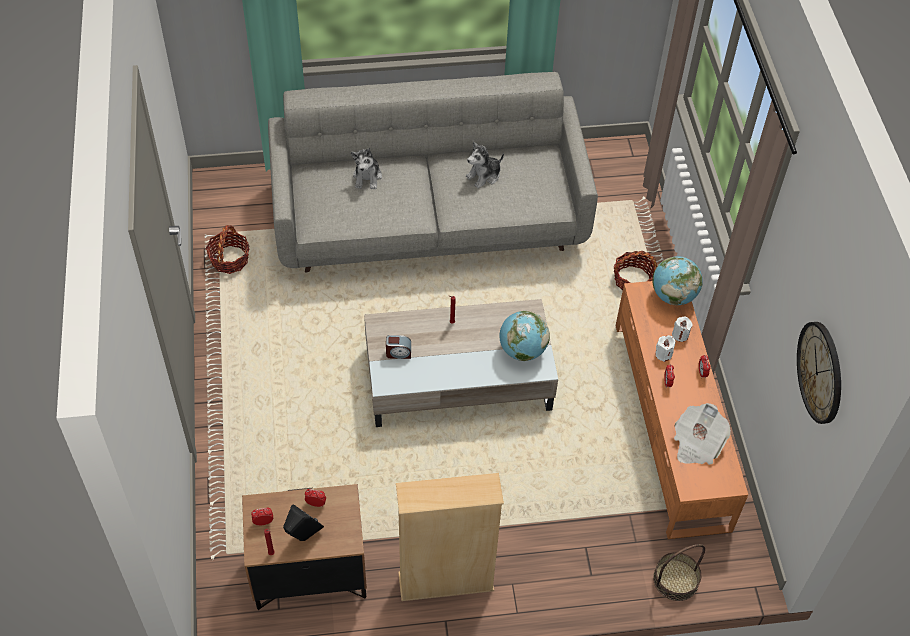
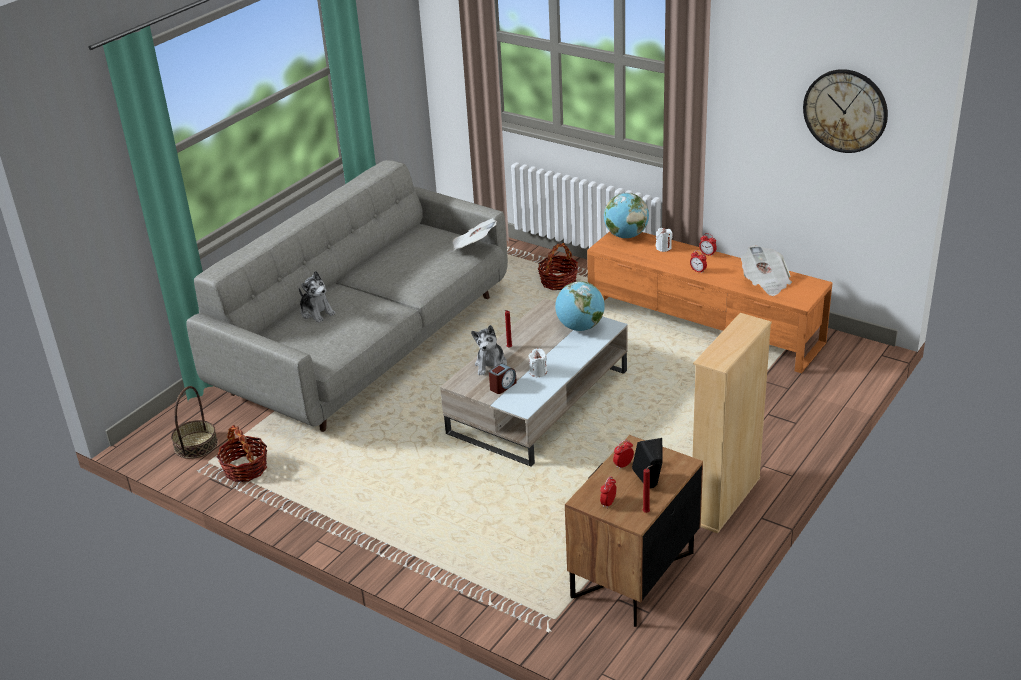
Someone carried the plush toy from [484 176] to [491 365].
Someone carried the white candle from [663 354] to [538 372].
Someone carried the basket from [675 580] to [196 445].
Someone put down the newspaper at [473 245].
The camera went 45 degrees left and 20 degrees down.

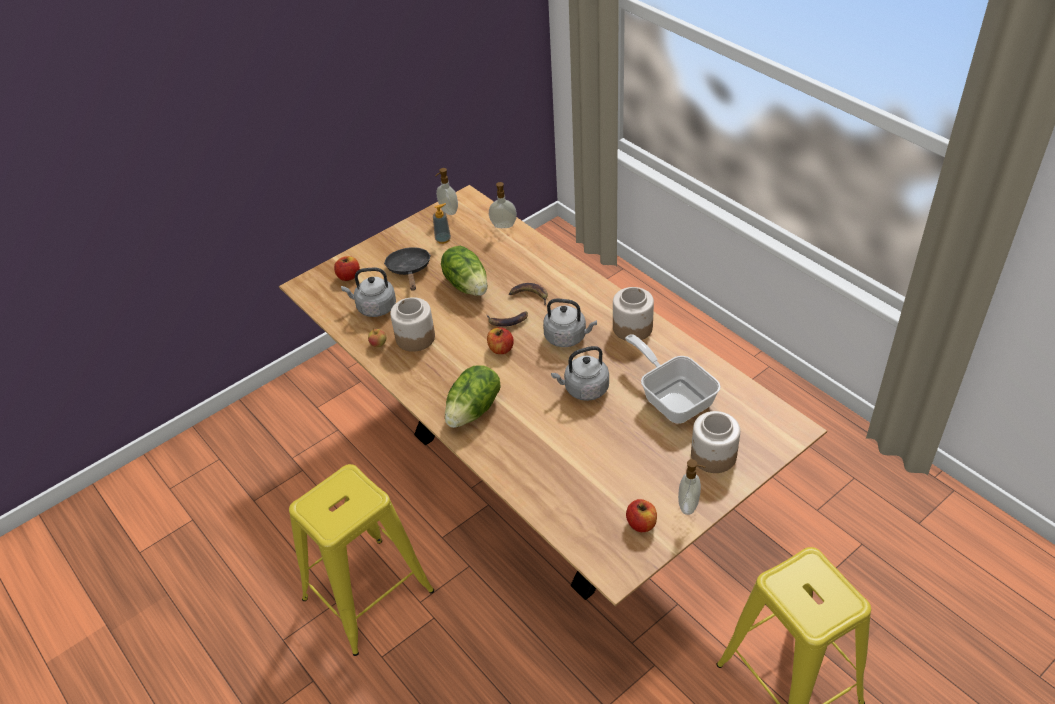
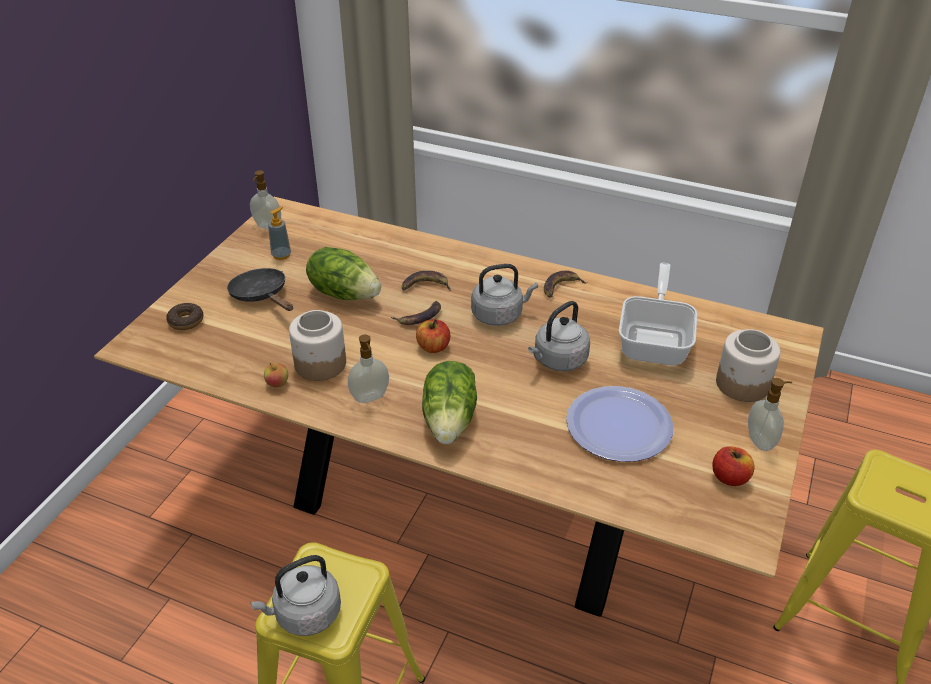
Someone carried the soap dispenser from [503 226] to [370 398].
Someone swapped the apple at [348 276] for the donut at [186 321].
Someone carried the grey kettle from [374 307] to [304 614].
Someone swapped the jar at [632 327] for the banana at [561 287].
Someone rotated the frying pan at [673 397] by 75 degrees clockwise.
Someone put down the plate at [619 425].
The camera went 30 degrees left and 5 degrees down.

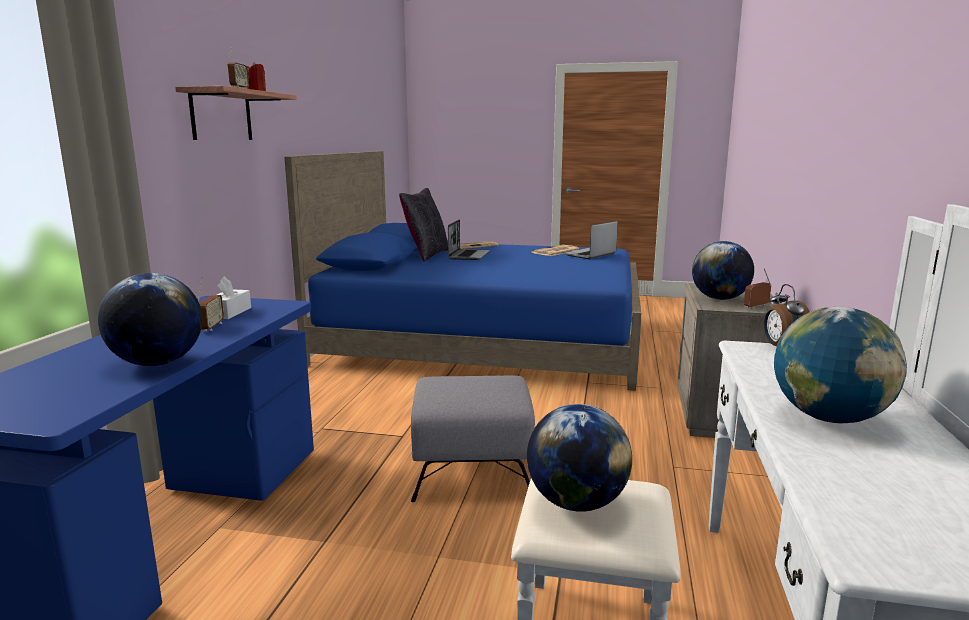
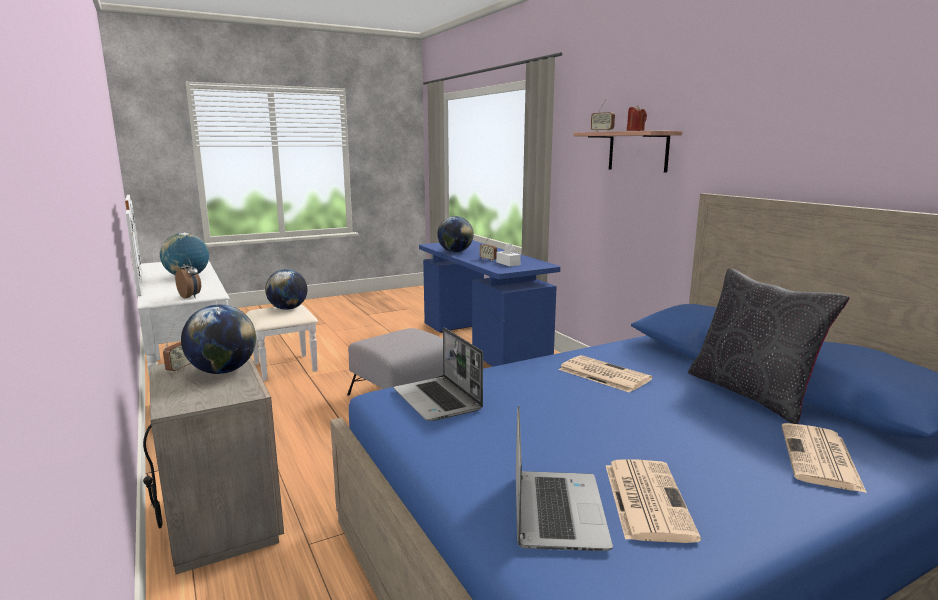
Someone carried the laptop from [468 255] to [438 400].
Someone put down the newspaper at [602 374].
The camera went 140 degrees right and 0 degrees up.

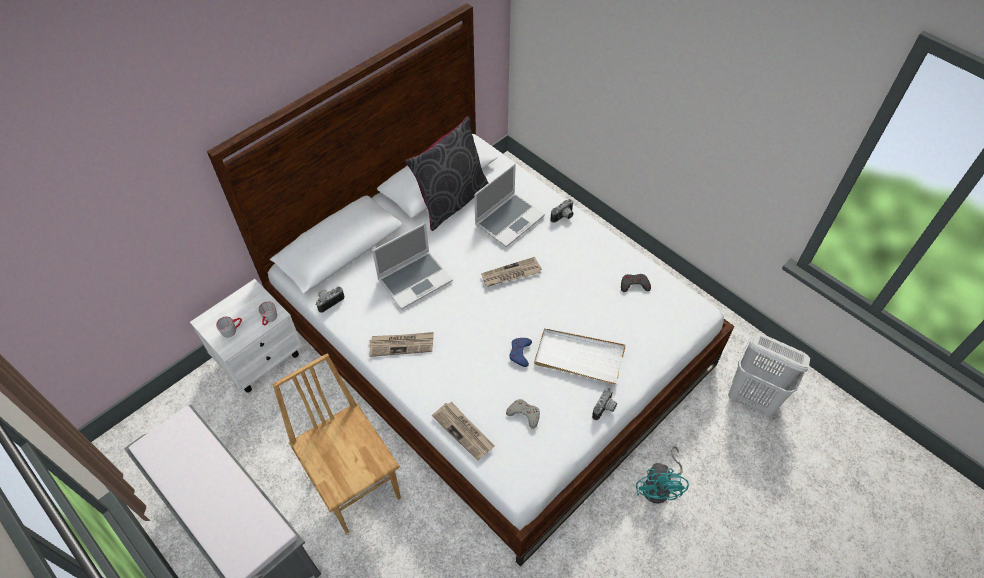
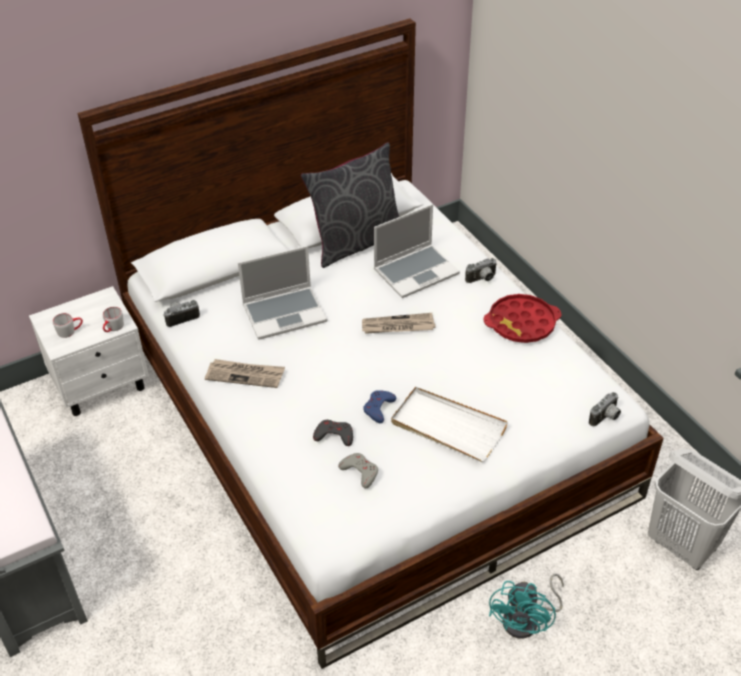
Someone carried the grey game controller from [634 285] to [334 435].
Someone took away the brown chair at [357 485].
Someone carried the photo camera from [605 409] to [606 418].
Someone took away the newspaper at [464 431].
Someone put down the red tray at [521 323].
The camera went 15 degrees right and 10 degrees down.

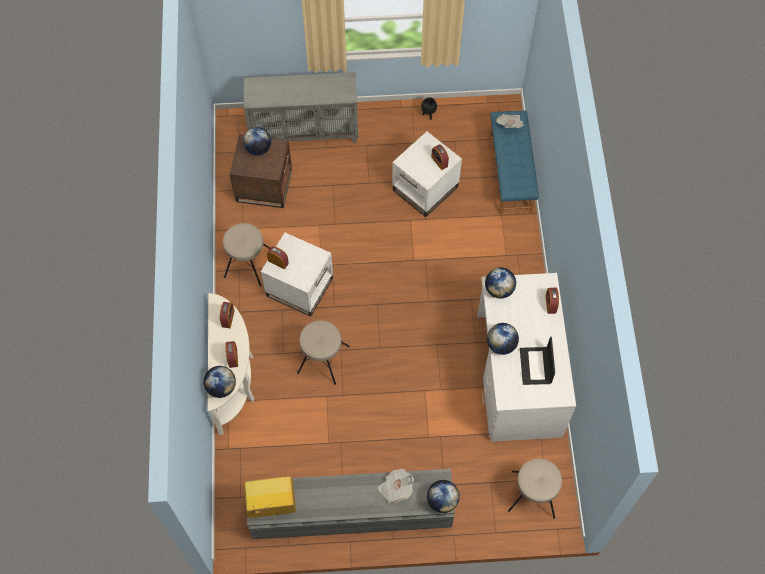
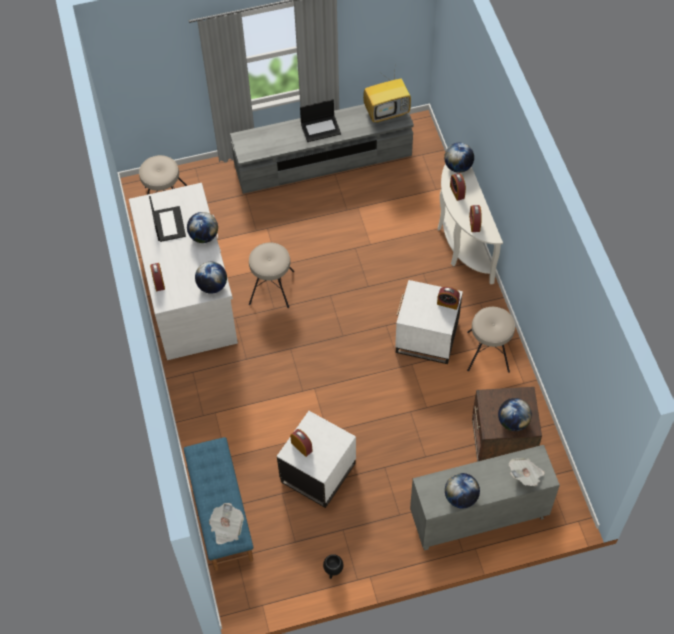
Someone carried the beige stool from [322 359] to [272 287].
Someone carried the newspaper from [395 488] to [525 475].
Someone carried the globe from [442 500] to [461 497].
Someone put down the laptop at [321 128].
The camera went 170 degrees right and 5 degrees down.

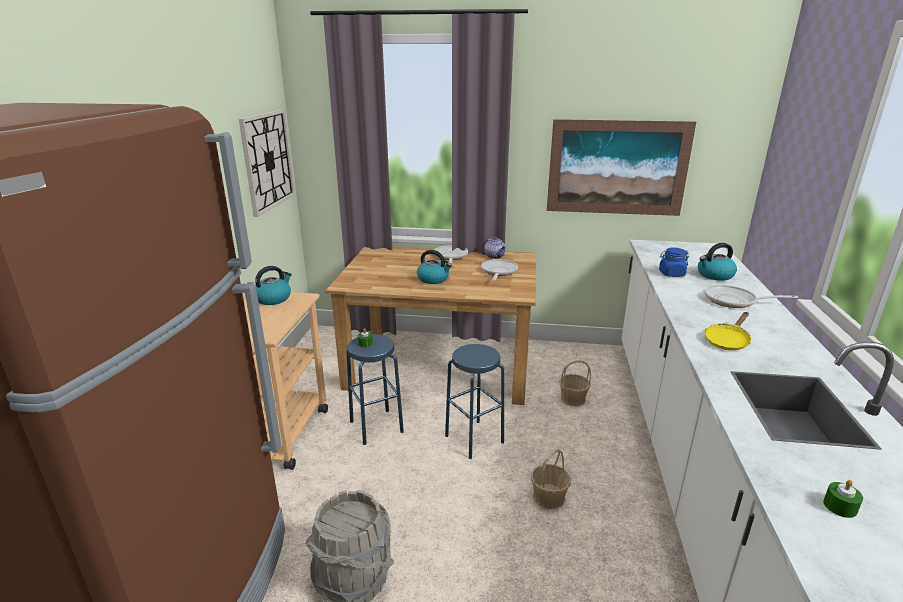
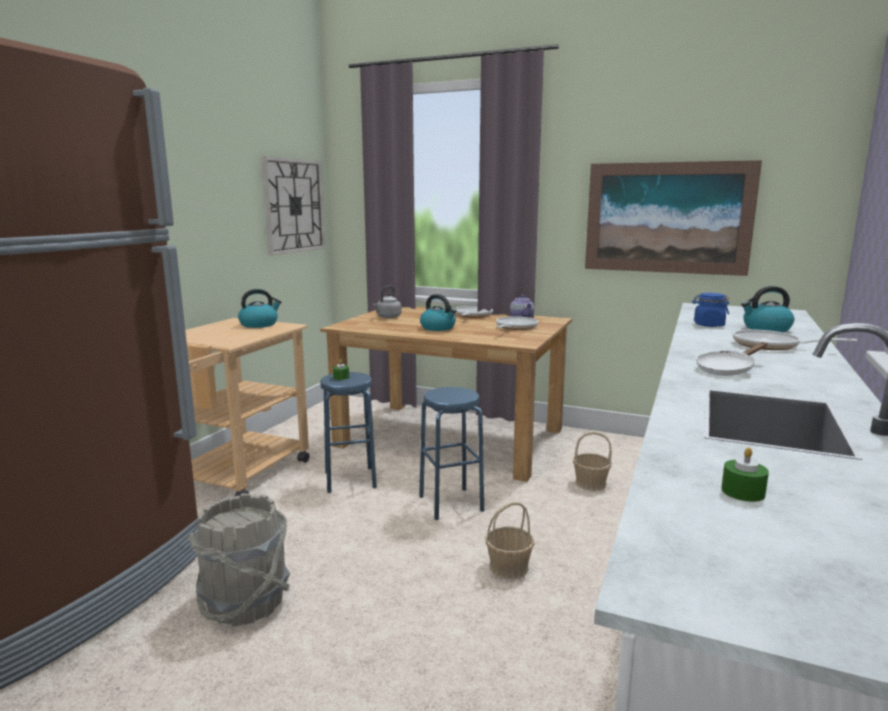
Someone repainted the yellow frying pan at [727 341], which became the white frying pan at [728 370].
Someone put down the grey kettle at [387 317].
The camera went 15 degrees right and 10 degrees down.

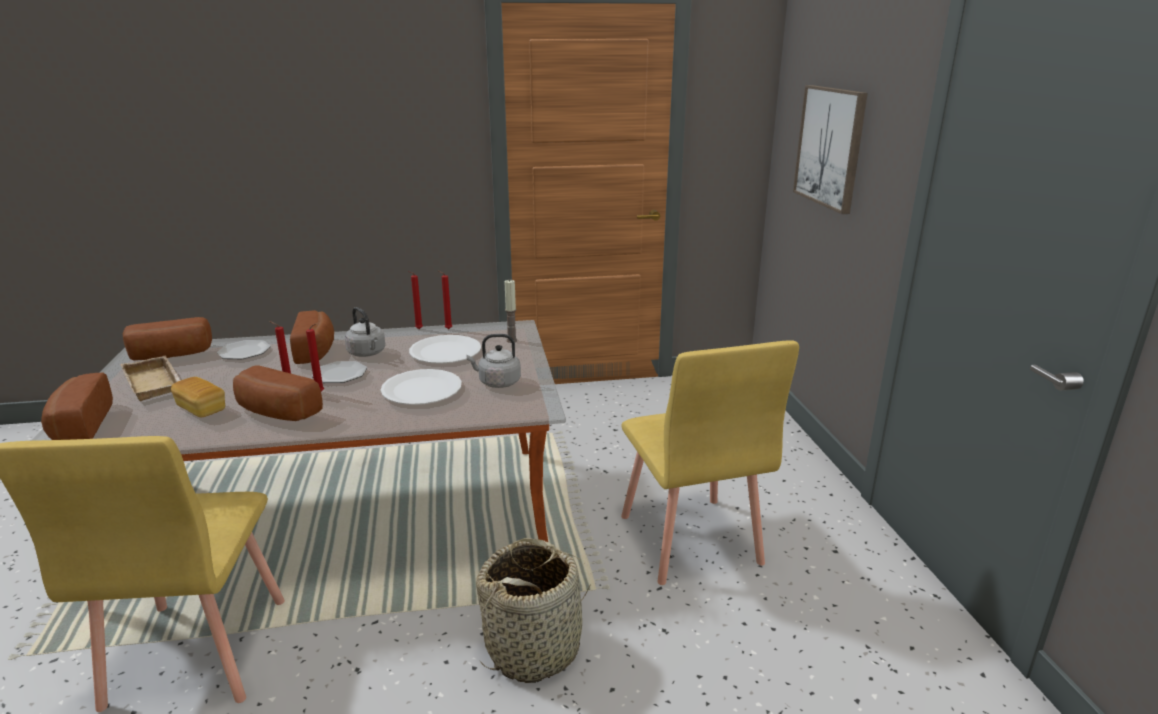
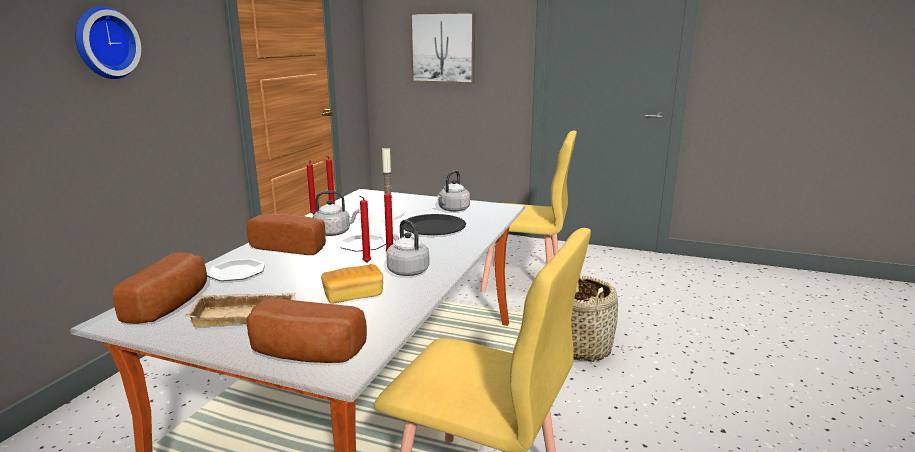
Someone swapped the bread at [275 412] for the grey kettle at [407 270].
Someone repainted the white plate at [422 389], which became the black plate at [434 227].
Someone put up the wall clock at [104 43].
The camera went 60 degrees left and 5 degrees down.

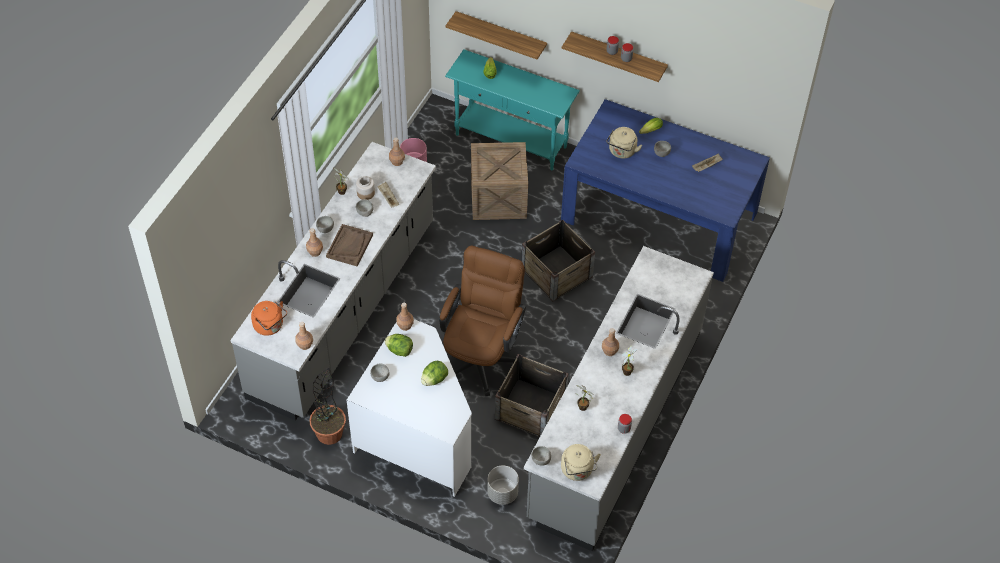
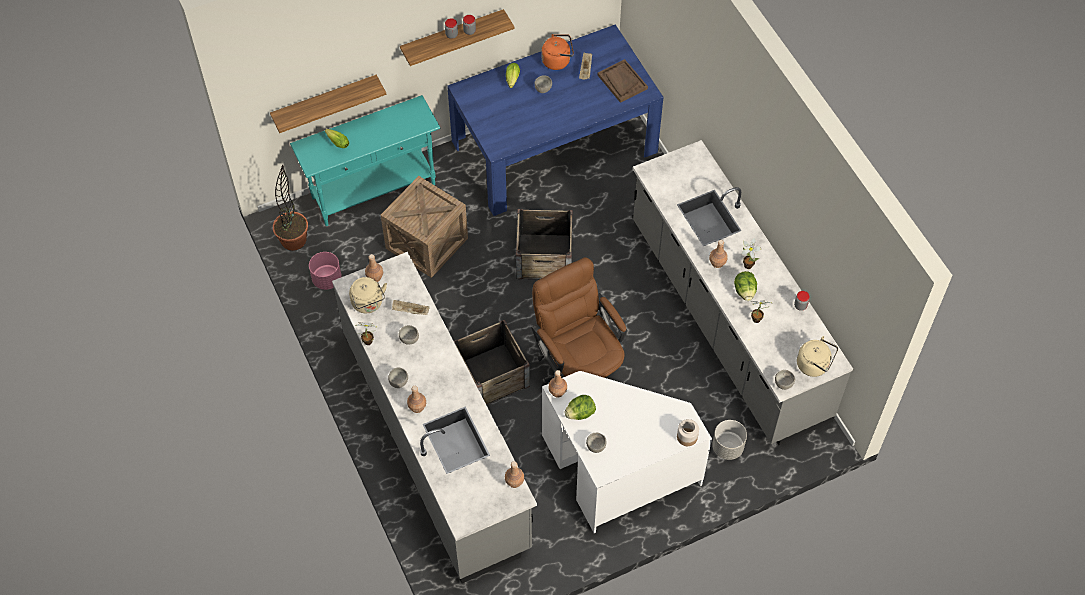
Someone carried the beige kettle from [622 152] to [368 304].
Someone carried the jar from [365 193] to [687 437].
Someone carried the brown tray from [349 246] to [622 82].
Someone carried the orange kettle from [270 326] to [558 61].
Someone carried the crate from [530 408] to [491 375].
Someone carried the lettuce from [434 379] to [744 291].
Someone carried the potted plant from [329 433] to [293 240].
The camera went 50 degrees left and 5 degrees up.

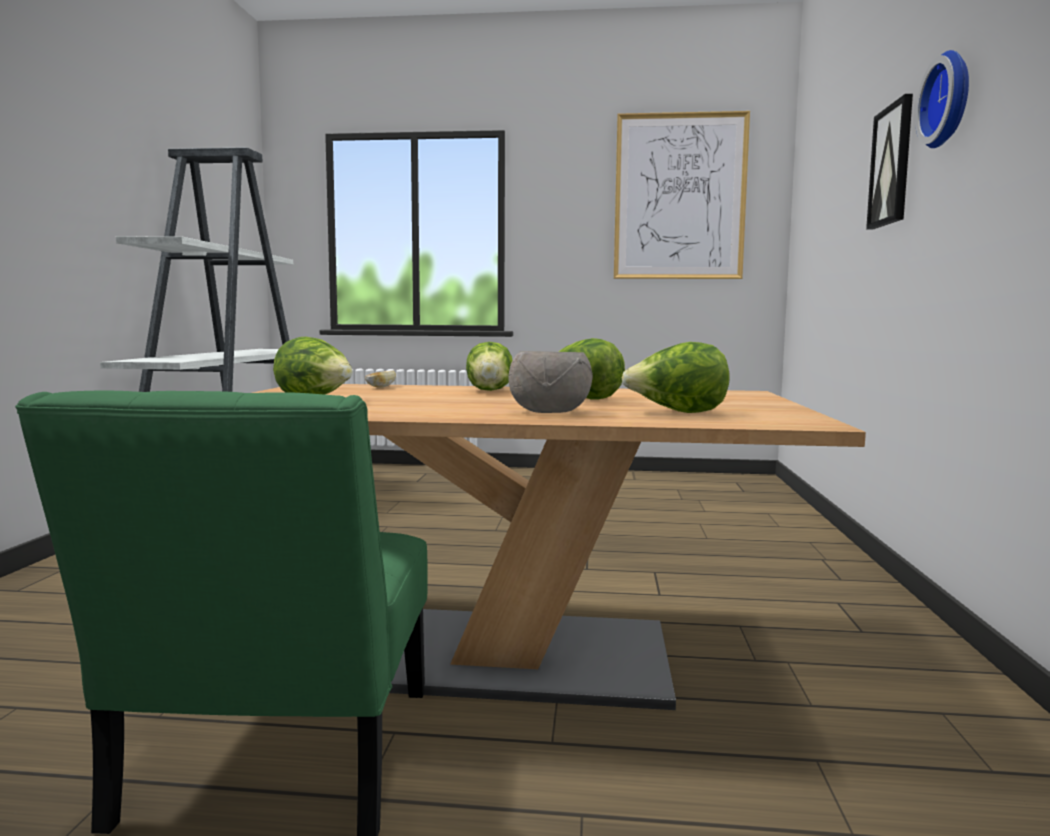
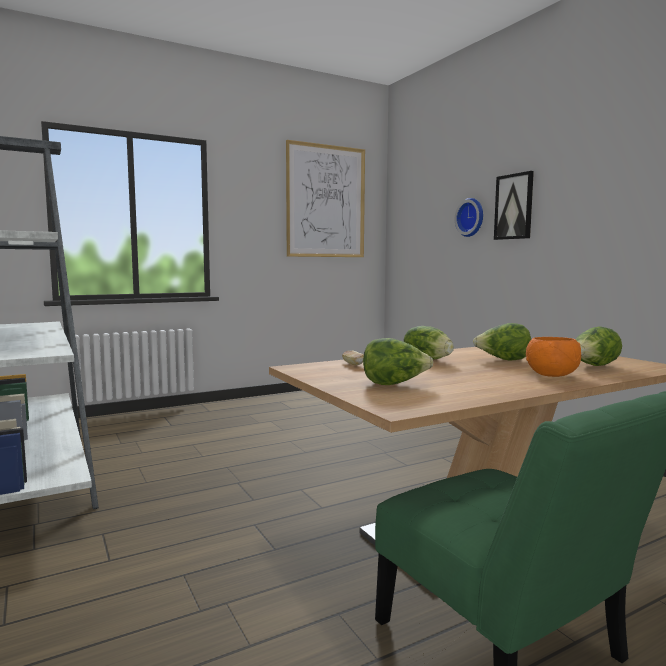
Someone carried the wall clock from [950 100] to [471 217].
Someone repainted the grey bowl at [551 412], which became the orange bowl at [553 375].
The camera went 35 degrees left and 0 degrees up.

